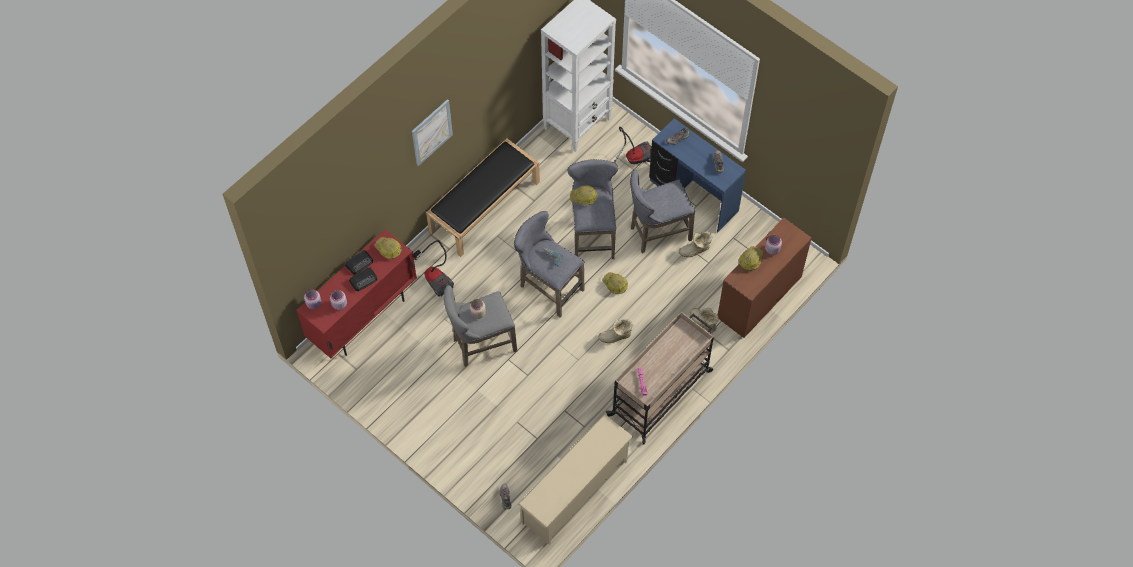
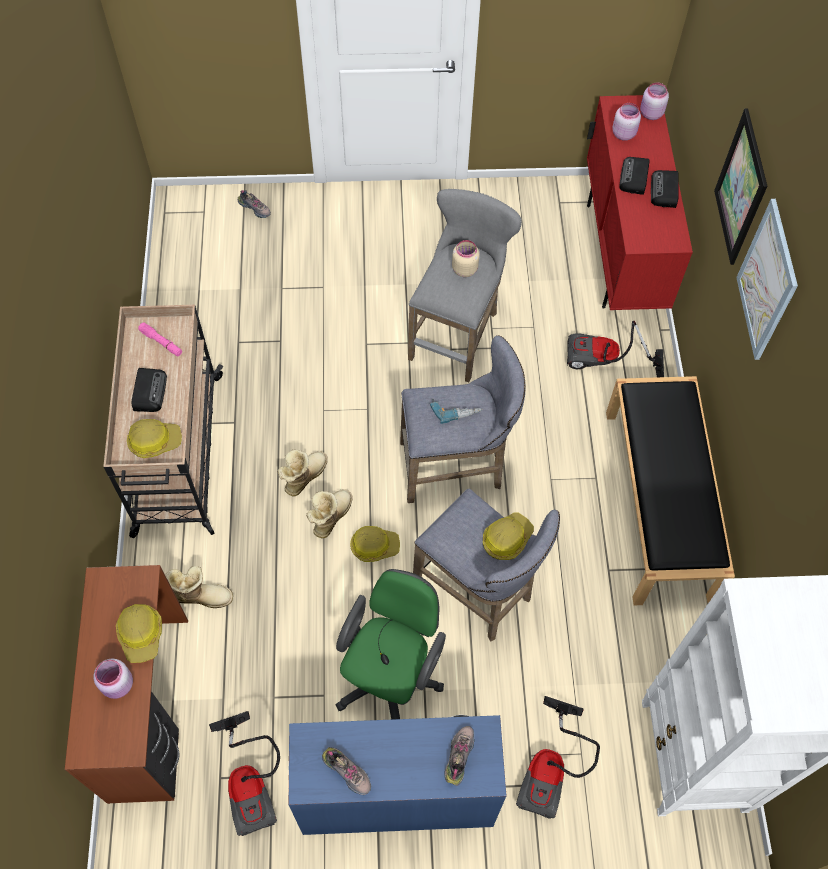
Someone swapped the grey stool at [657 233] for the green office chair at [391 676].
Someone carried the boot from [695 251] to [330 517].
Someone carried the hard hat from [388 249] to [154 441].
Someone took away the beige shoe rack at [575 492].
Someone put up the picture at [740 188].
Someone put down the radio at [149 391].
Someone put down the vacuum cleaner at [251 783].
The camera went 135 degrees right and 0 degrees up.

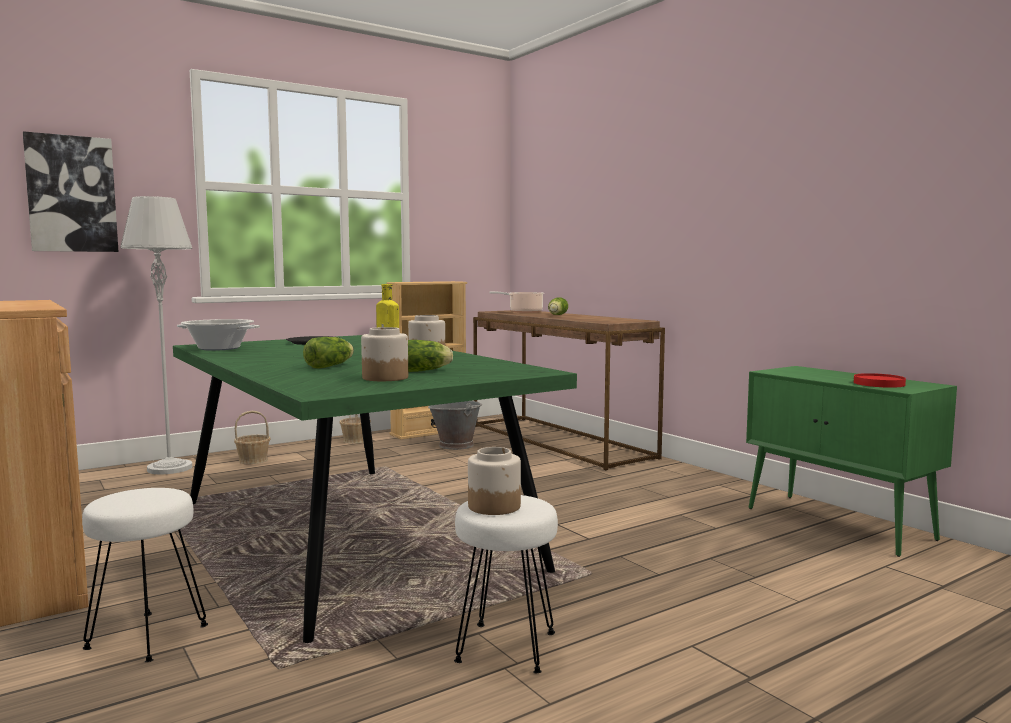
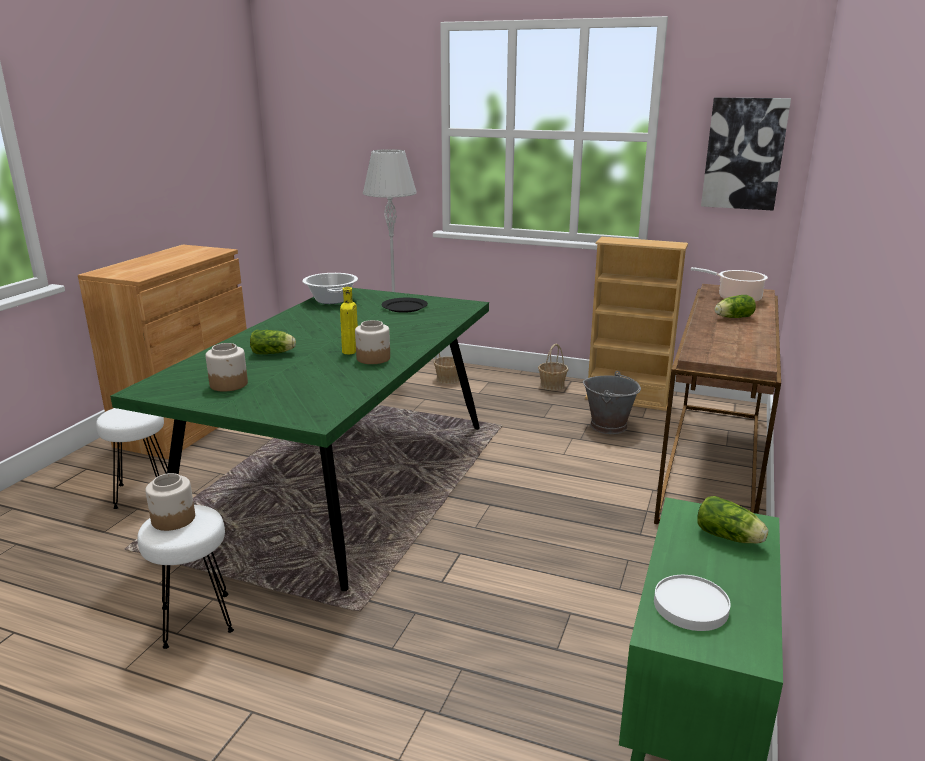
Someone carried the picture from [71 194] to [744 154].
Someone carried the lettuce from [424 371] to [730 538].
Someone repainted the red plate at [878 383], which became the white plate at [690 605].
The camera went 55 degrees right and 15 degrees up.

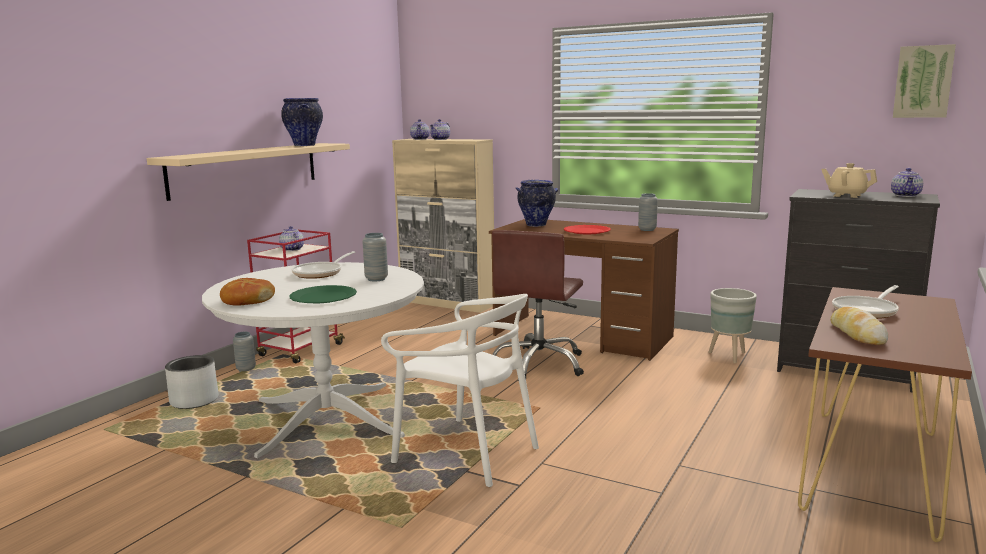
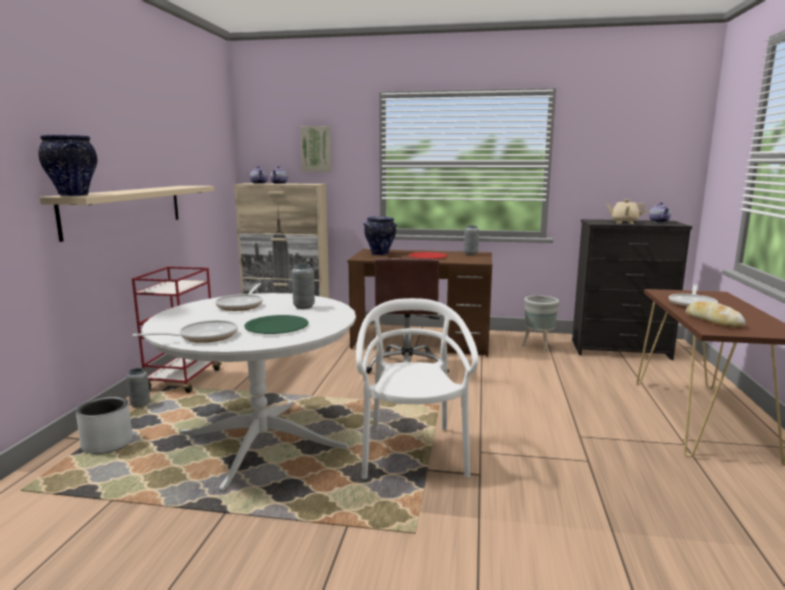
Someone carried the picture from [923 82] to [316 149].
Someone carried the vase from [304 145] to [73 195].
Someone took away the teapot at [291 249].
Someone swapped the bread at [247 300] for the frying pan at [203 337].
Someone rotated the white chair at [467 452] by 105 degrees counterclockwise.
The camera went 20 degrees left and 0 degrees up.

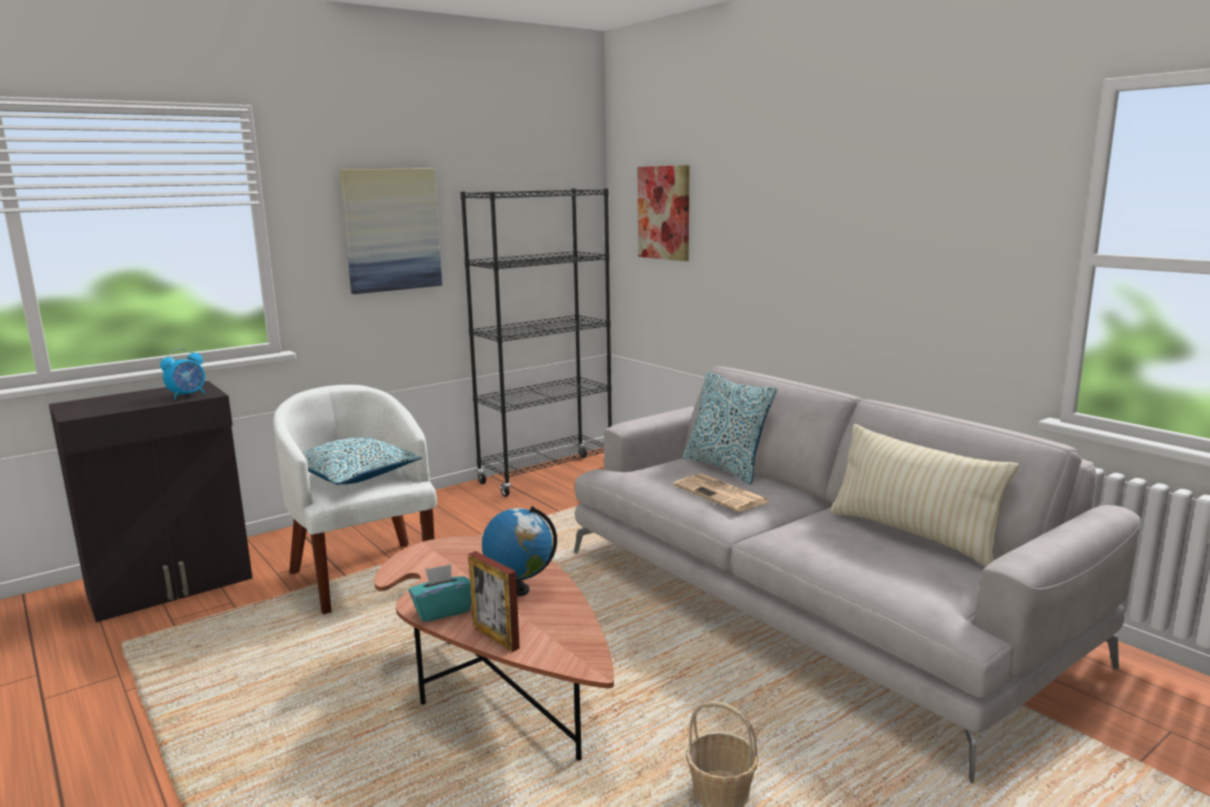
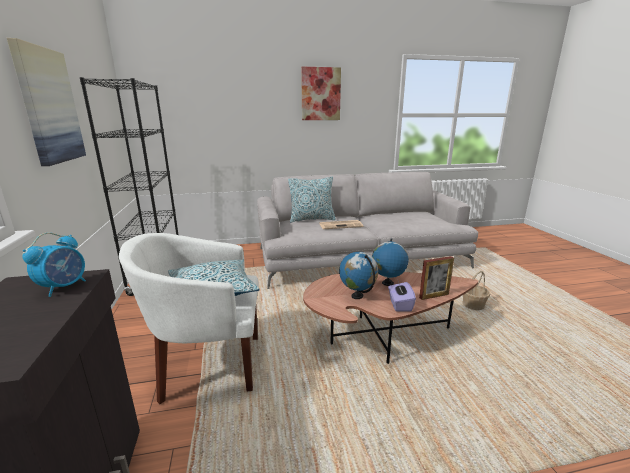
Someone carried the picture from [664 212] to [320 94].
Someone rotated the alarm clock at [188 395] by 45 degrees clockwise.
Someone took away the beige pillow at [912 534].
Someone repainted the turquoise tissue box at [442 611], which became the purple tissue box at [400 305].
Someone put down the globe at [357 296].
The camera went 65 degrees left and 5 degrees up.

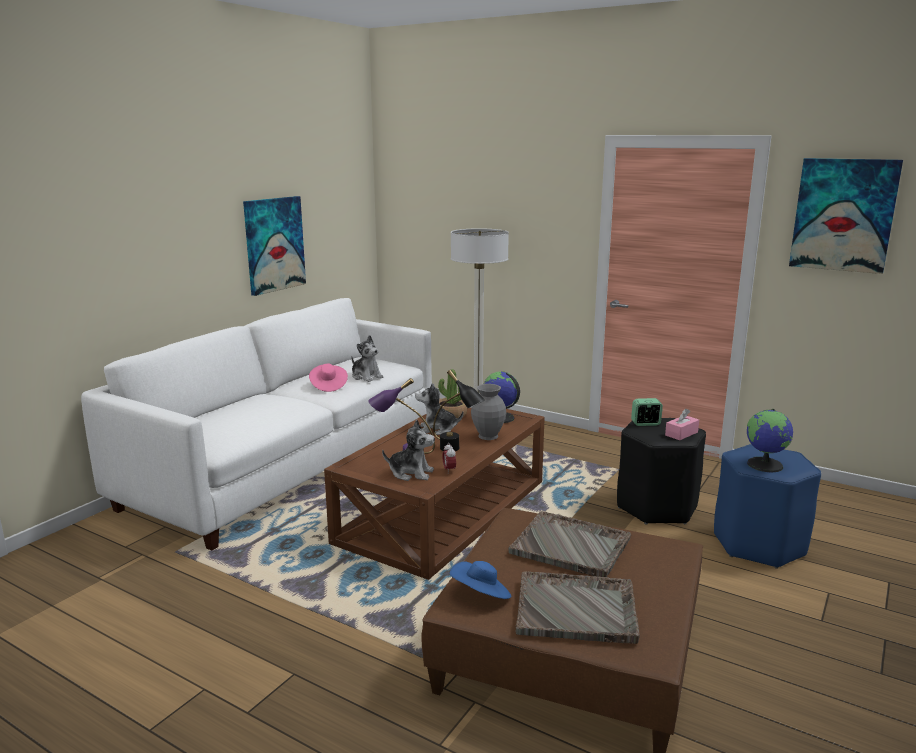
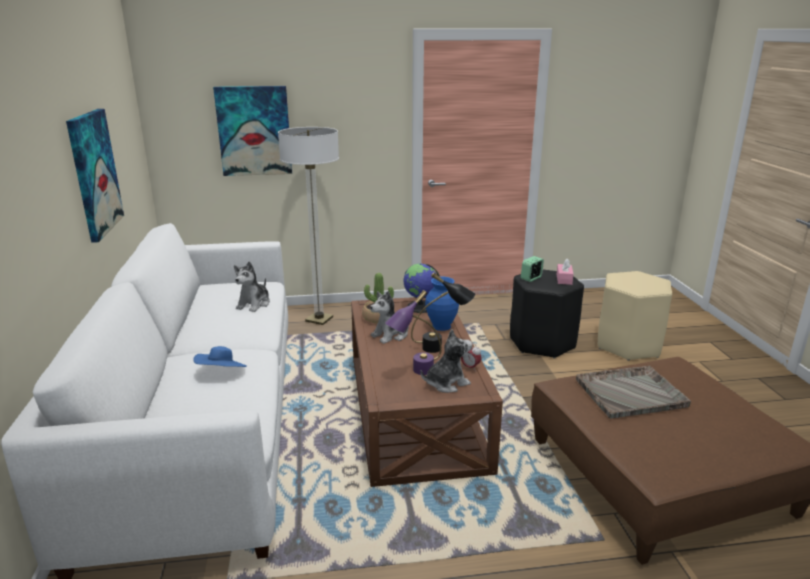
Someone carried the picture from [843 215] to [254 131].
Someone rotated the plush toy at [366 376] by 105 degrees clockwise.
Someone took away the pink hat at [328 386].
Someone repainted the grey vase at [487 436], which became the blue vase at [441 326].
Someone took away the globe at [765 465].
Someone repainted the blue stool at [759 545], which became the beige stool at [628 345].
Someone carried the blue hat from [481 595] to [222 373].
Someone took away the grey tray at [577 609].
The camera went 40 degrees left and 5 degrees up.

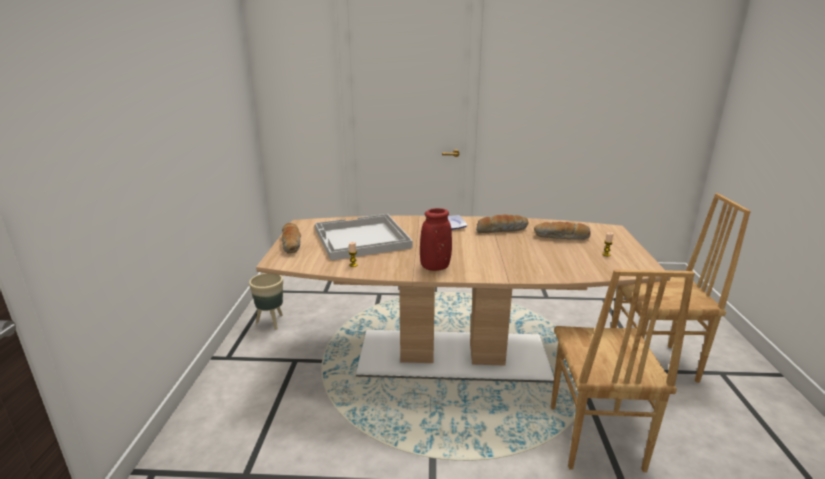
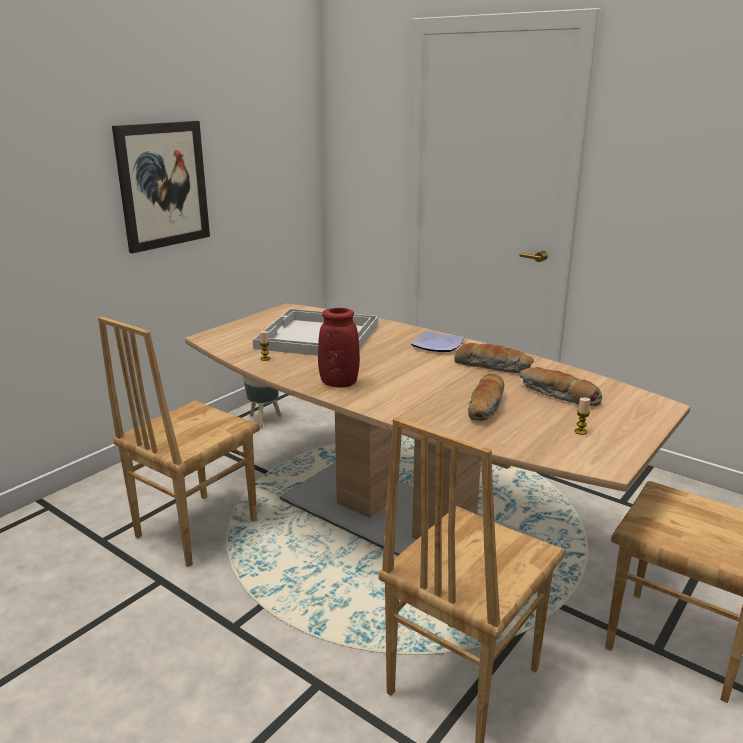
Someone carried the bread from [292 244] to [486 406].
Someone put up the picture at [163 185].
Someone put down the brown chair at [195 528].
The camera went 35 degrees right and 0 degrees up.

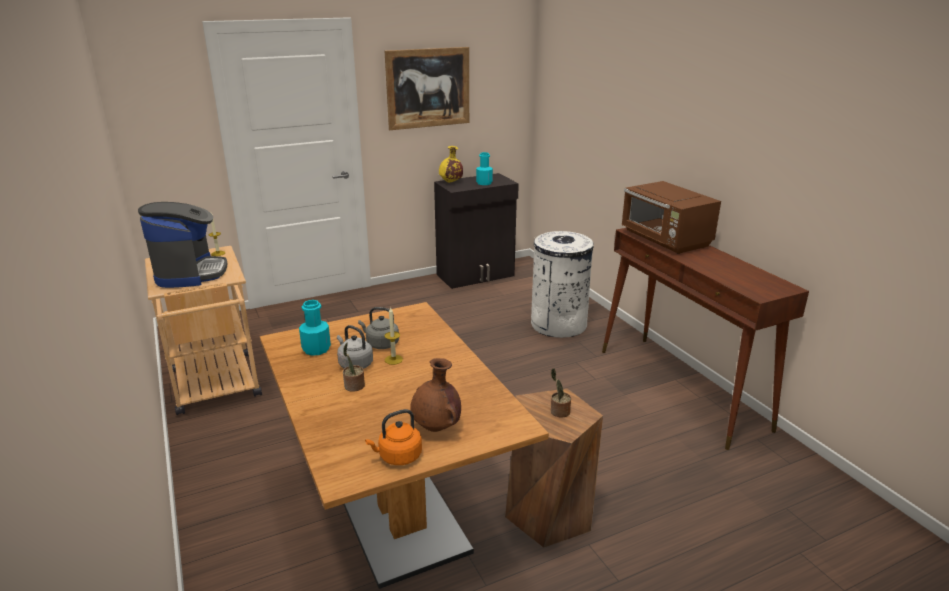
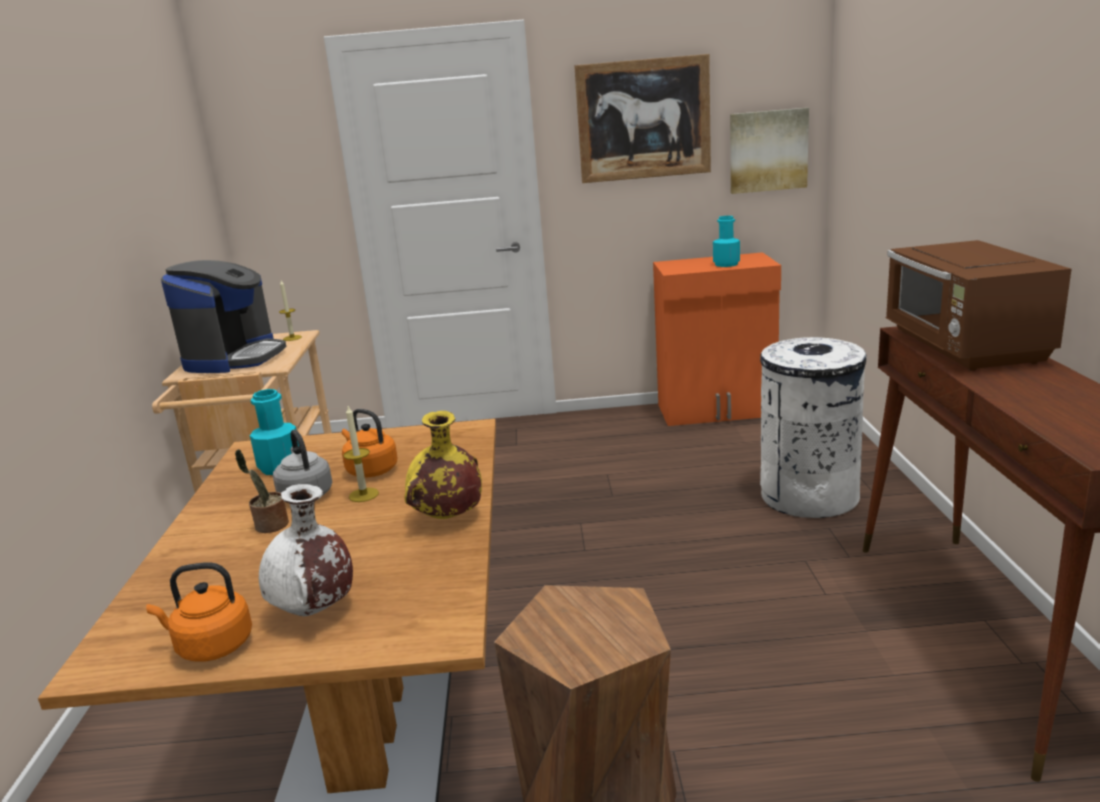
Someone carried the yellow vase from [451 182] to [447 518].
Someone repainted the black cabinet at [476 275], which became the orange cabinet at [717 411].
Someone repainted the grey kettle at [381 344], which became the orange kettle at [370 470].
Someone repainted the brown vase at [437 428], which became the white vase at [314 611].
Someone took away the potted plant at [558 412].
Someone put up the picture at [768 150].
The camera went 25 degrees right and 5 degrees down.

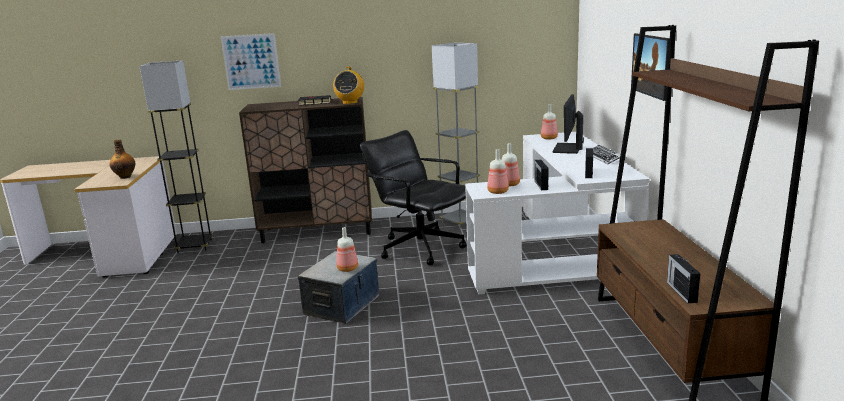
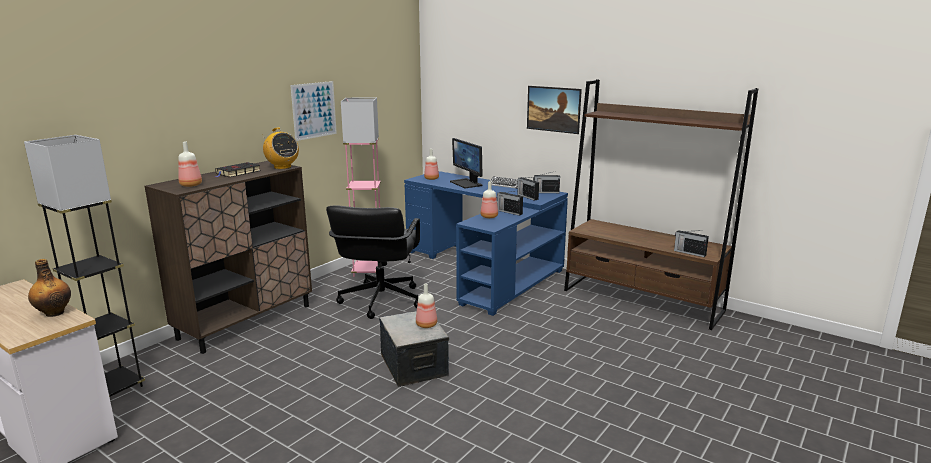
Someone carried the picture from [251 61] to [314 110].
Someone repainted the grey floor lamp at [460 221], which became the pink floor lamp at [368 271].
Someone rotated the black office chair at [421 247] by 75 degrees counterclockwise.
Someone repainted the white desk at [561 252], which became the blue desk at [486 270].
Someone carried the bottle from [498 192] to [191 185].
Someone put down the radio at [545 192].
The camera went 50 degrees left and 0 degrees up.

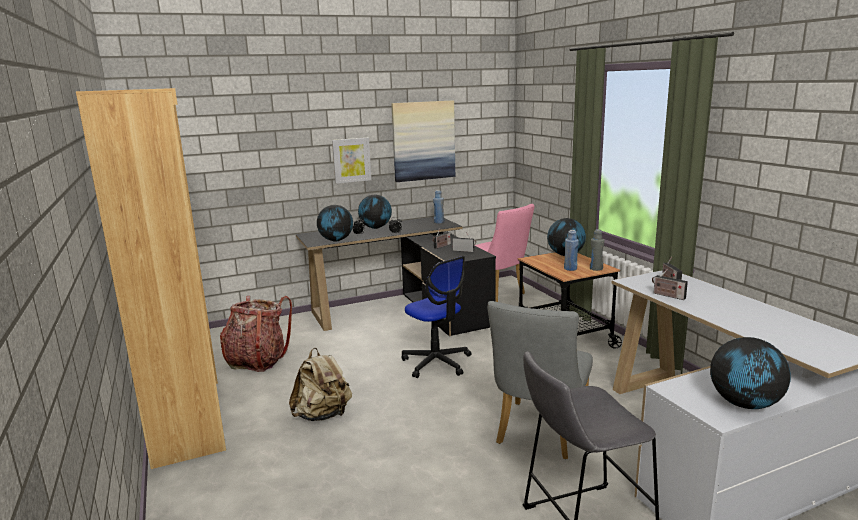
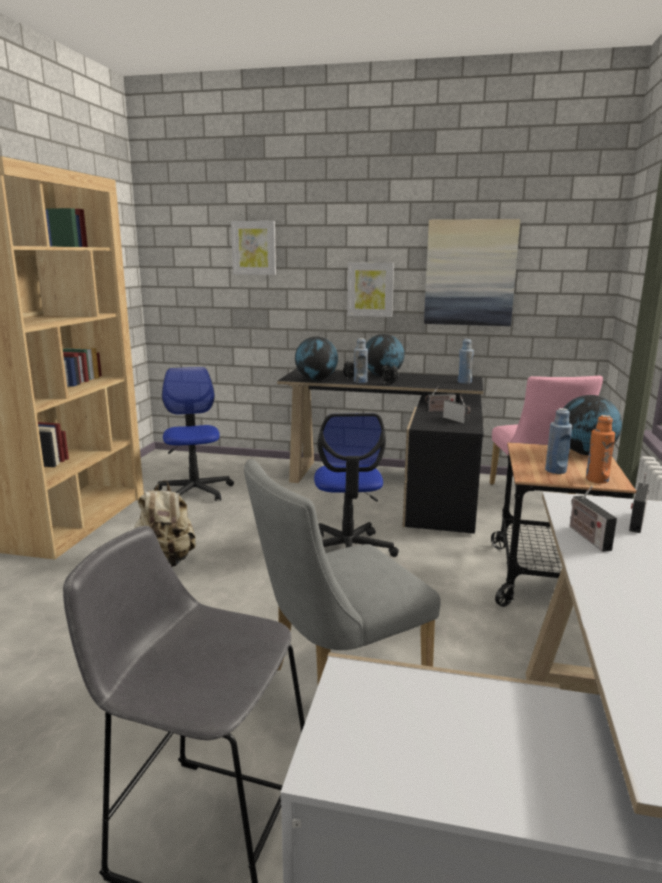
Someone repainted the grey bottle at [596 268], which became the orange bottle at [596 480].
Someone swapped the backpack at [257 361] for the office chair at [194 491].
Someone took away the globe at [745 404].
Someone put up the picture at [254 248].
Someone put down the blue bottle at [360 381].
The camera went 35 degrees right and 0 degrees up.

